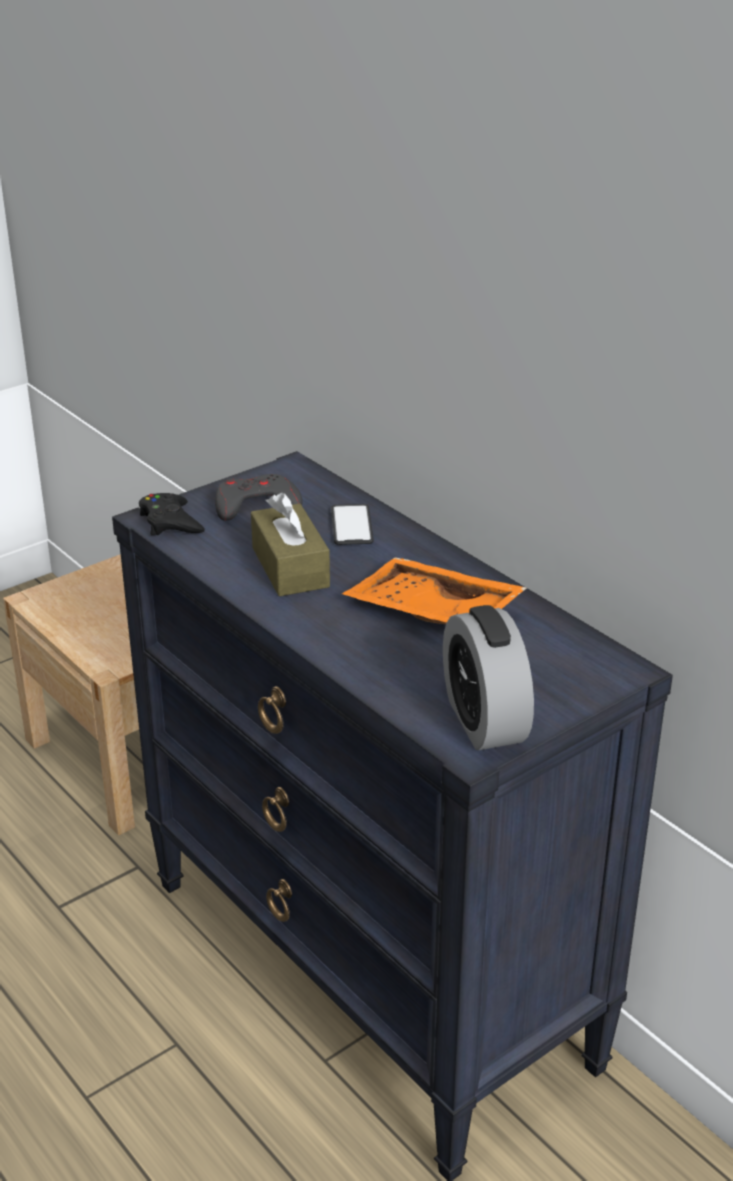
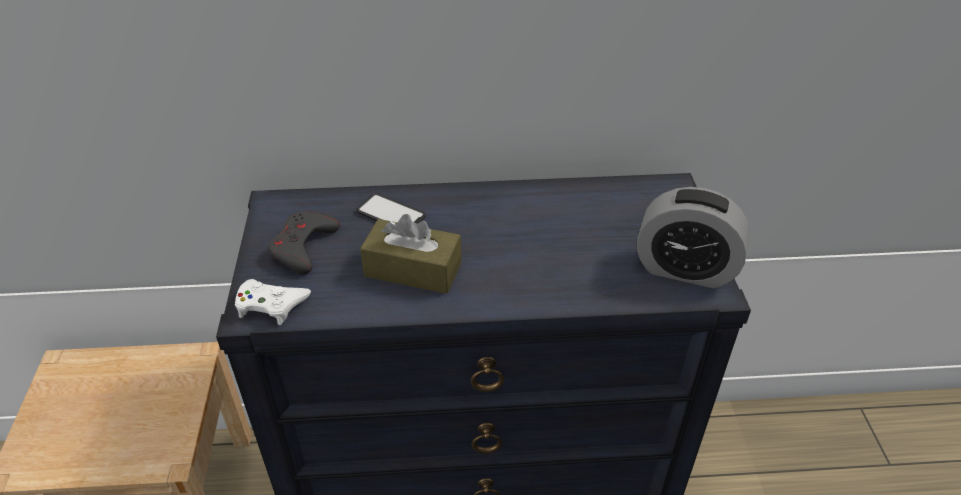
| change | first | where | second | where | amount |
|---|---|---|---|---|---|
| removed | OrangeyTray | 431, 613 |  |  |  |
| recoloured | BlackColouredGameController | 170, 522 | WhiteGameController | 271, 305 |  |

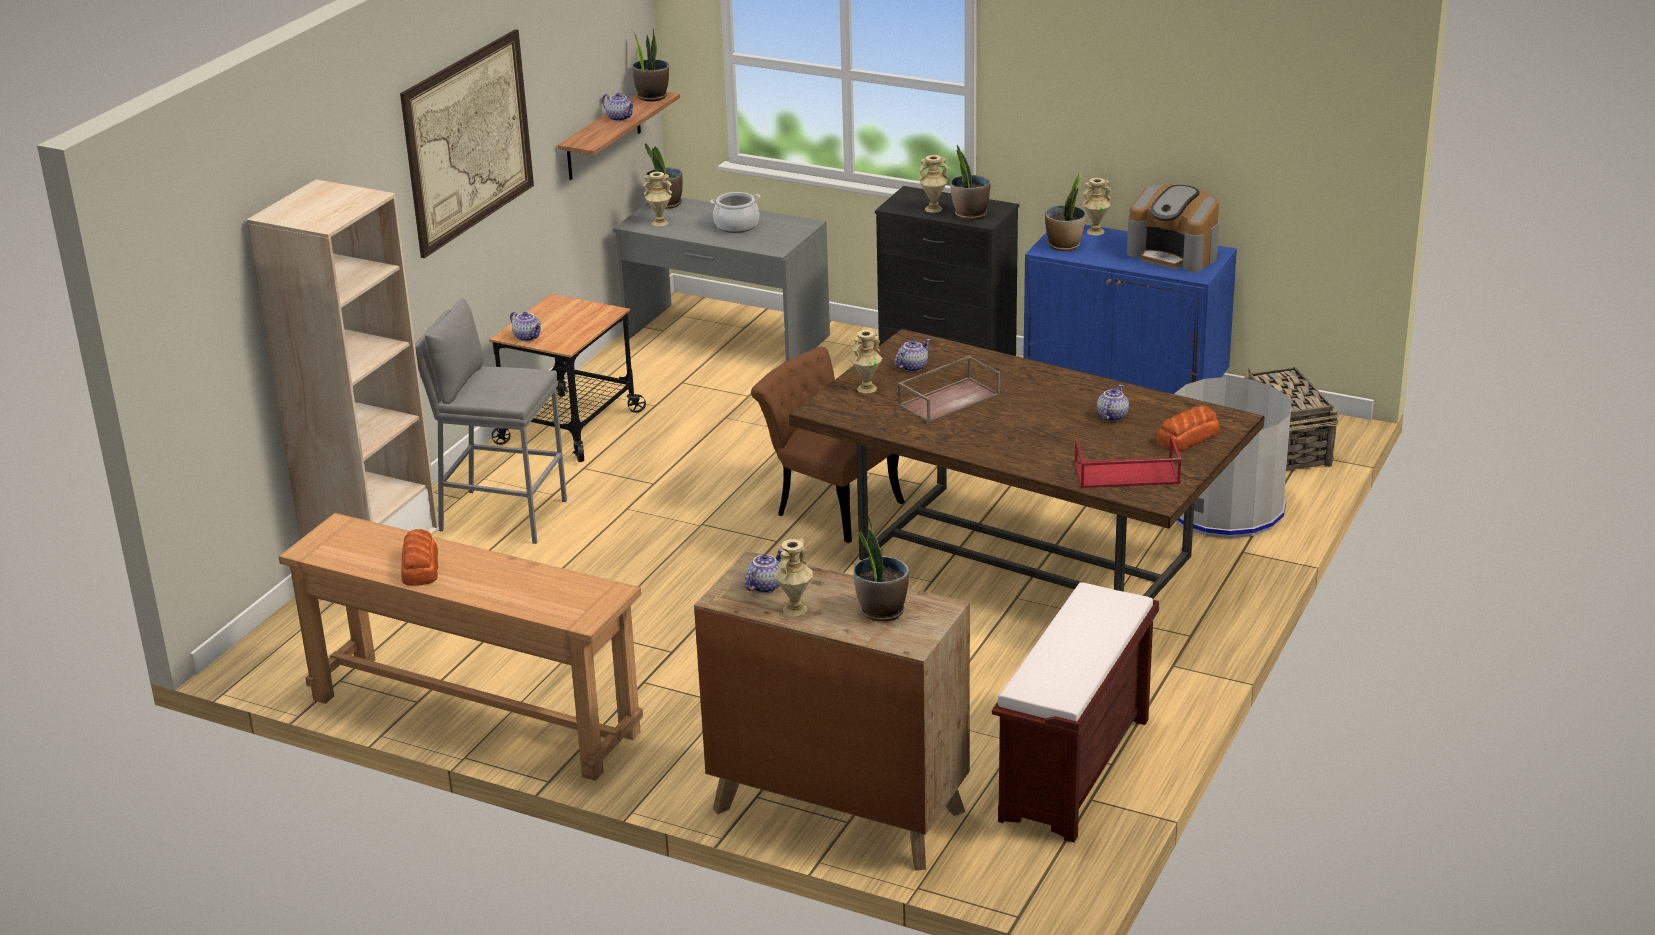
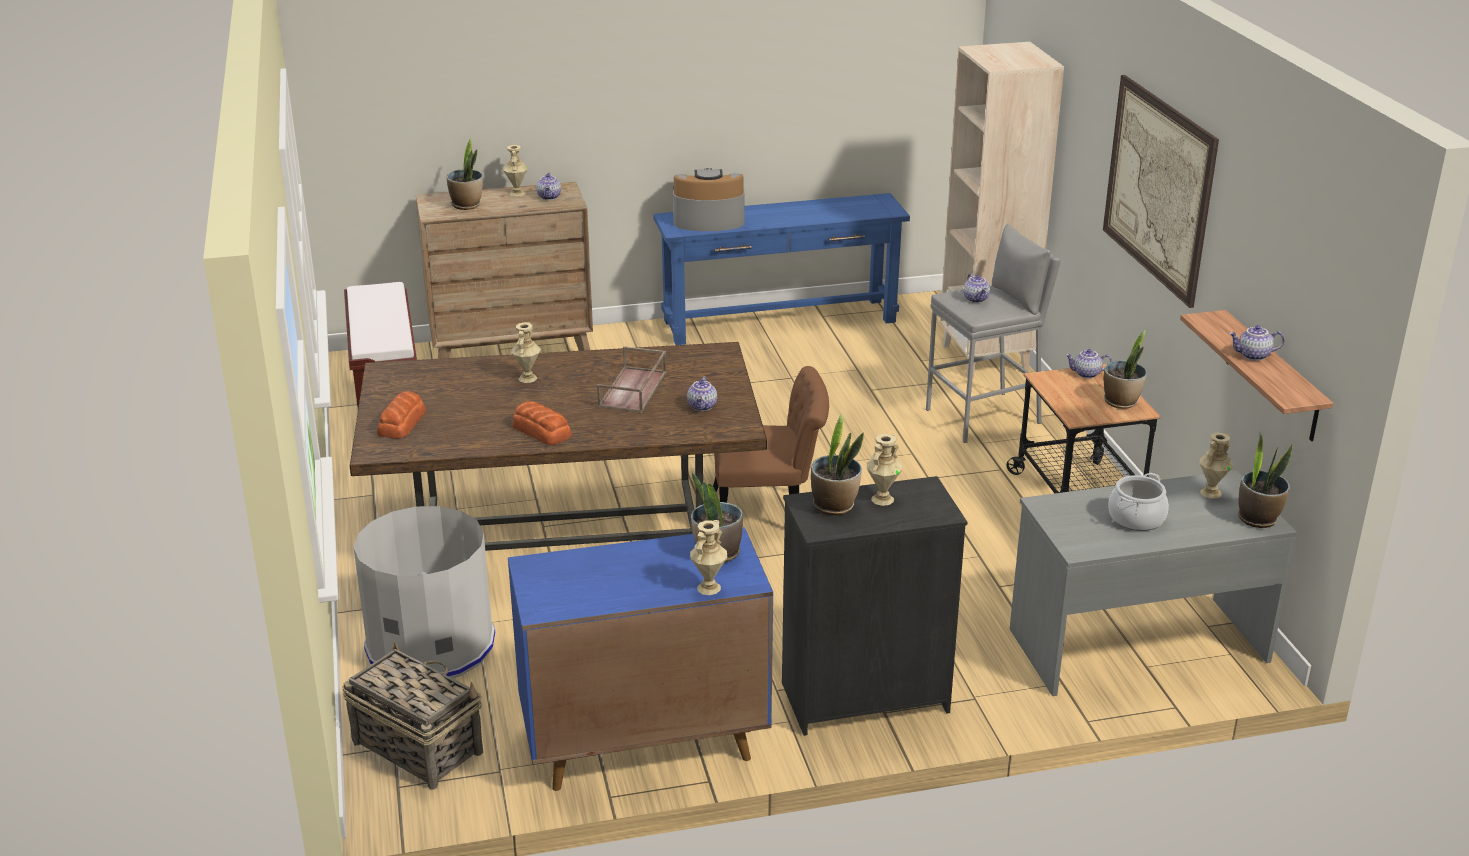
| change | first | where | second | where | amount |
|---|---|---|---|---|---|
| removed | ReddishTray | 1125, 474 |  |  |  |
| moved | Bread | 419, 567 |  | 541, 431 |  |
| moved | PottedPlant | 652, 97 |  | 1121, 402 |  |
| moved | SandColouredVase | 866, 388 |  | 528, 378 |  |
| moved | Teapot | 1111, 416 |  | 976, 299 |  |
| moved | CoffeeMaker | 1174, 254 |  | 708, 220 |  |
| recoloured | BrownishNarrowTable | 474, 715 | BlueNarrowTable | 780, 321 |  |

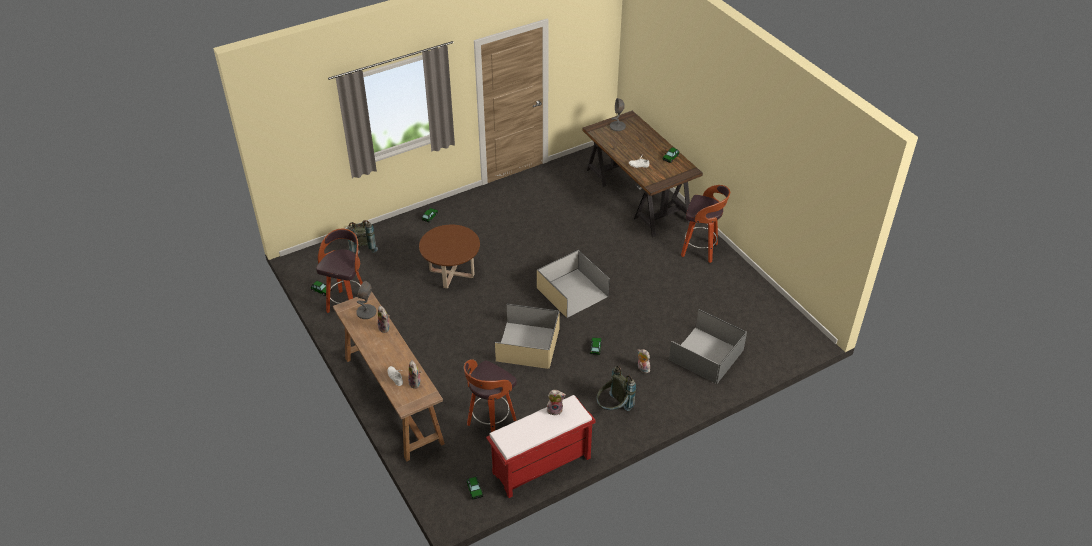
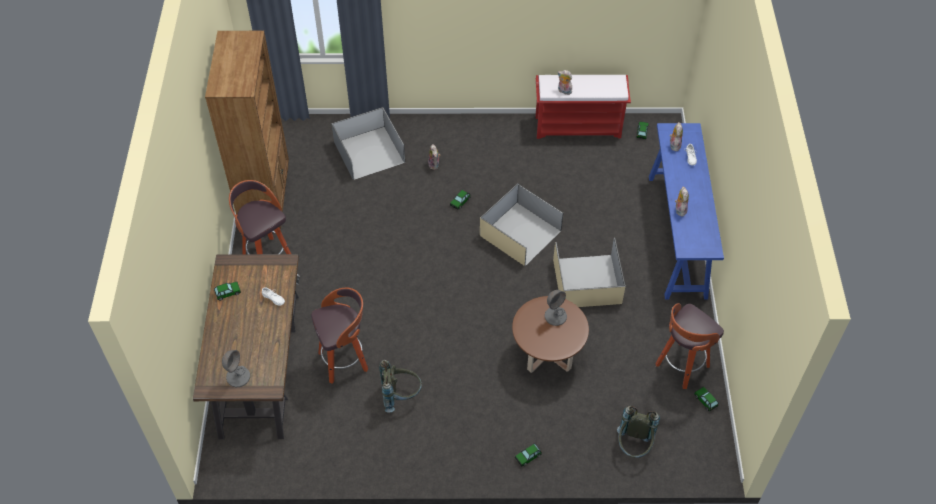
| change | first | where | second | where | amount |
|---|---|---|---|---|---|
| added |  |  | BrownishBookshelf | 266, 197 |  |
| moved | GrayLampForATable | 366, 312 |  | 555, 316 |  |
| moved | SittingStool | 490, 423 |  | 344, 361 |  |
| moved | SandColouredStorageBox | 571, 292 |  | 588, 281 |  |
| moved | GrayBackpack | 613, 408 |  | 400, 396 |  |
| recoloured | BrownishNarrowTable | 392, 399 | BlueNarrowTable | 677, 236 |  |

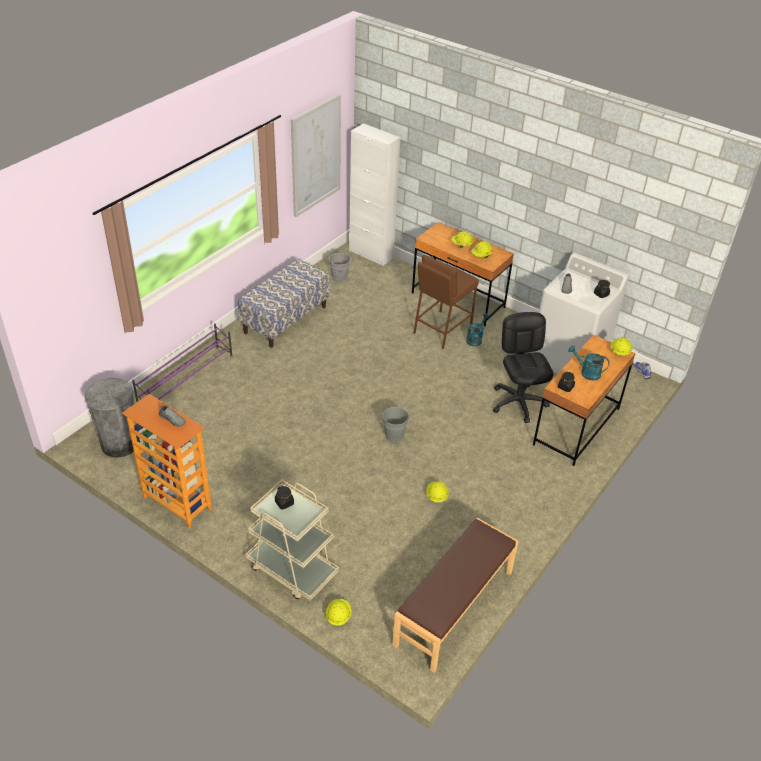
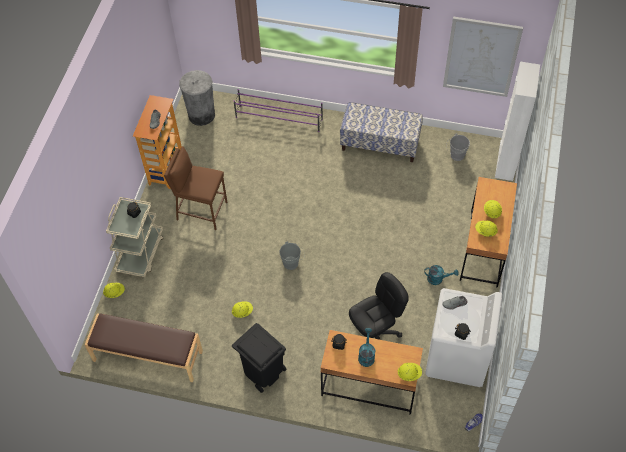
| change | first | where | second | where | amount |
|---|---|---|---|---|---|
| added |  |  | BlackColouredWasteBin | 263, 372 |  |
| moved | BrownishSittingStool | 441, 329 |  | 201, 211 |  |

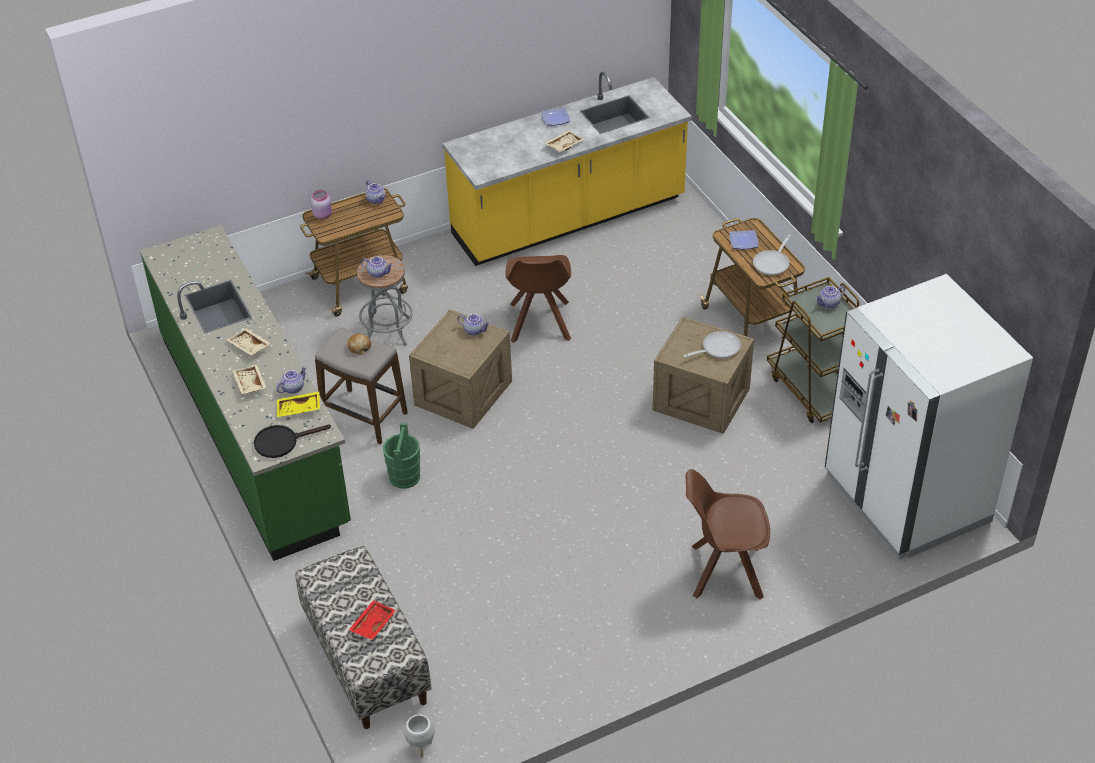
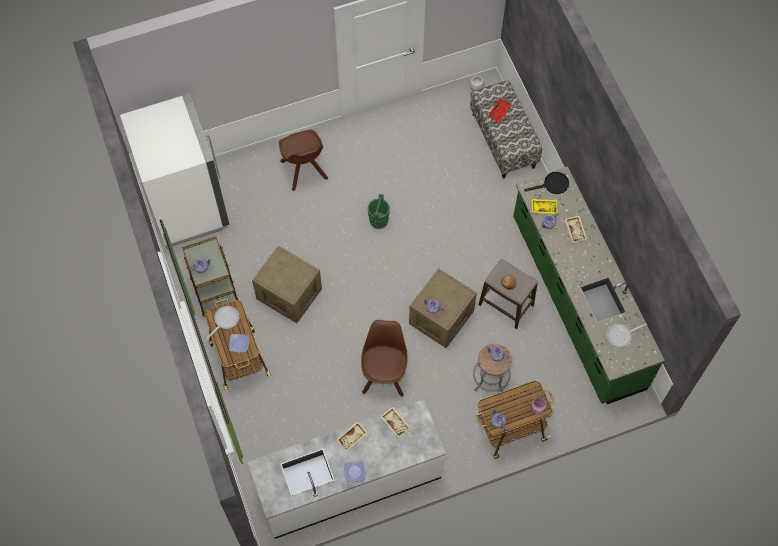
| change | first | where | second | where | amount |
|---|---|---|---|---|---|
| moved | SandColouredTray | 248, 346 |  | 396, 423 |  |
| moved | GreenishWaterBucket | 404, 477 |  | 378, 220 |  |
| moved | Pan | 717, 348 |  | 621, 335 |  |
| recoloured | YellowColouredCounter | 569, 219 | WhiteCounter | 349, 482 |  |
| turned | BrownishPlainChair | 724, 571 |  | 304, 171 | 60 degrees clockwise |

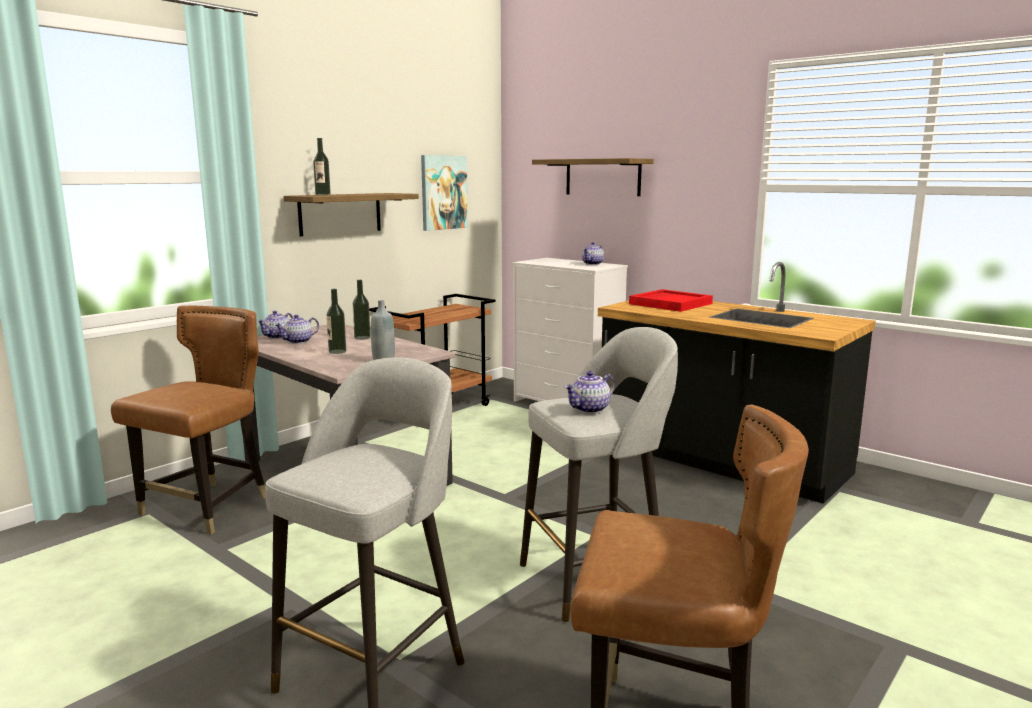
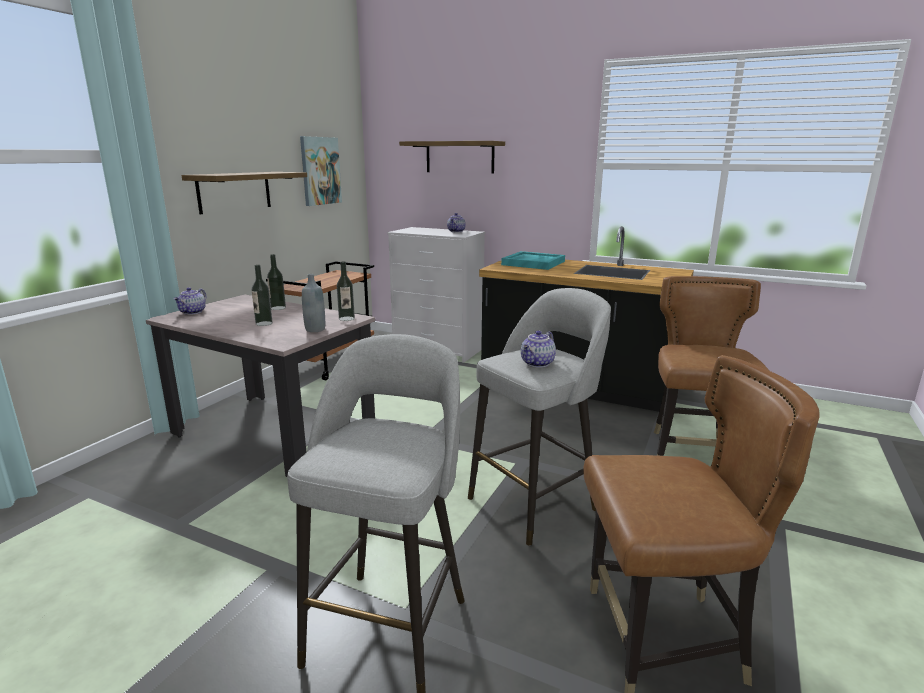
| change | first | where | second | where | amount |
|---|---|---|---|---|---|
| removed | Teapot | 298, 341 |  |  |  |
| moved | BrownishPlainChair | 207, 507 |  | 694, 453 |  |
| moved | BeverageBottle | 323, 194 |  | 346, 318 |  |
| recoloured | ReddishTray | 670, 303 | TurquoiseTray | 533, 263 |  |

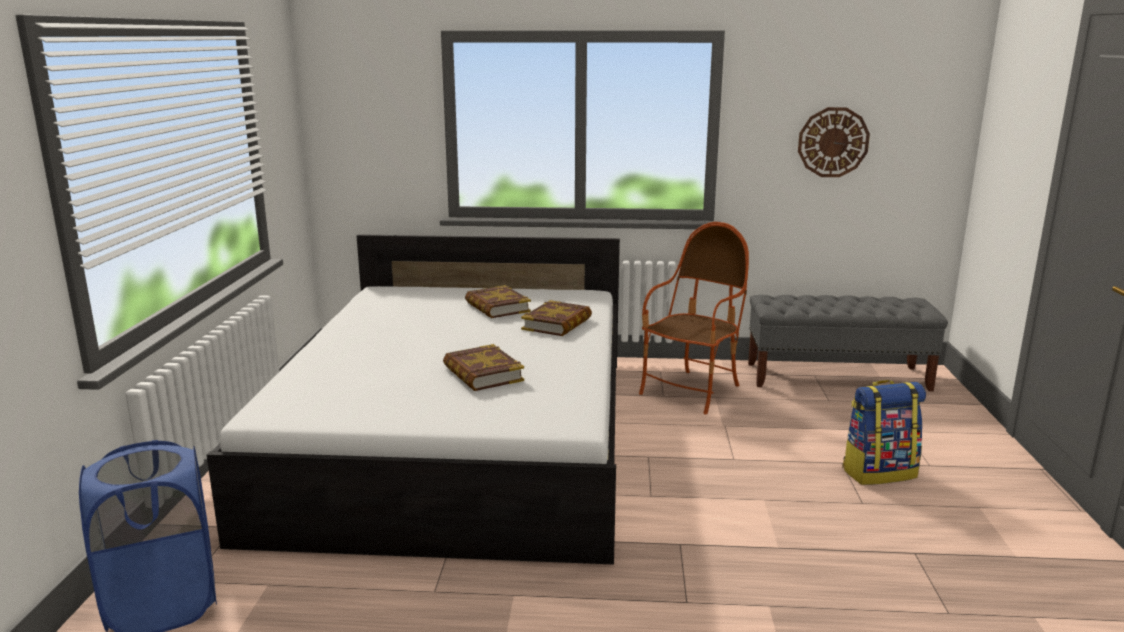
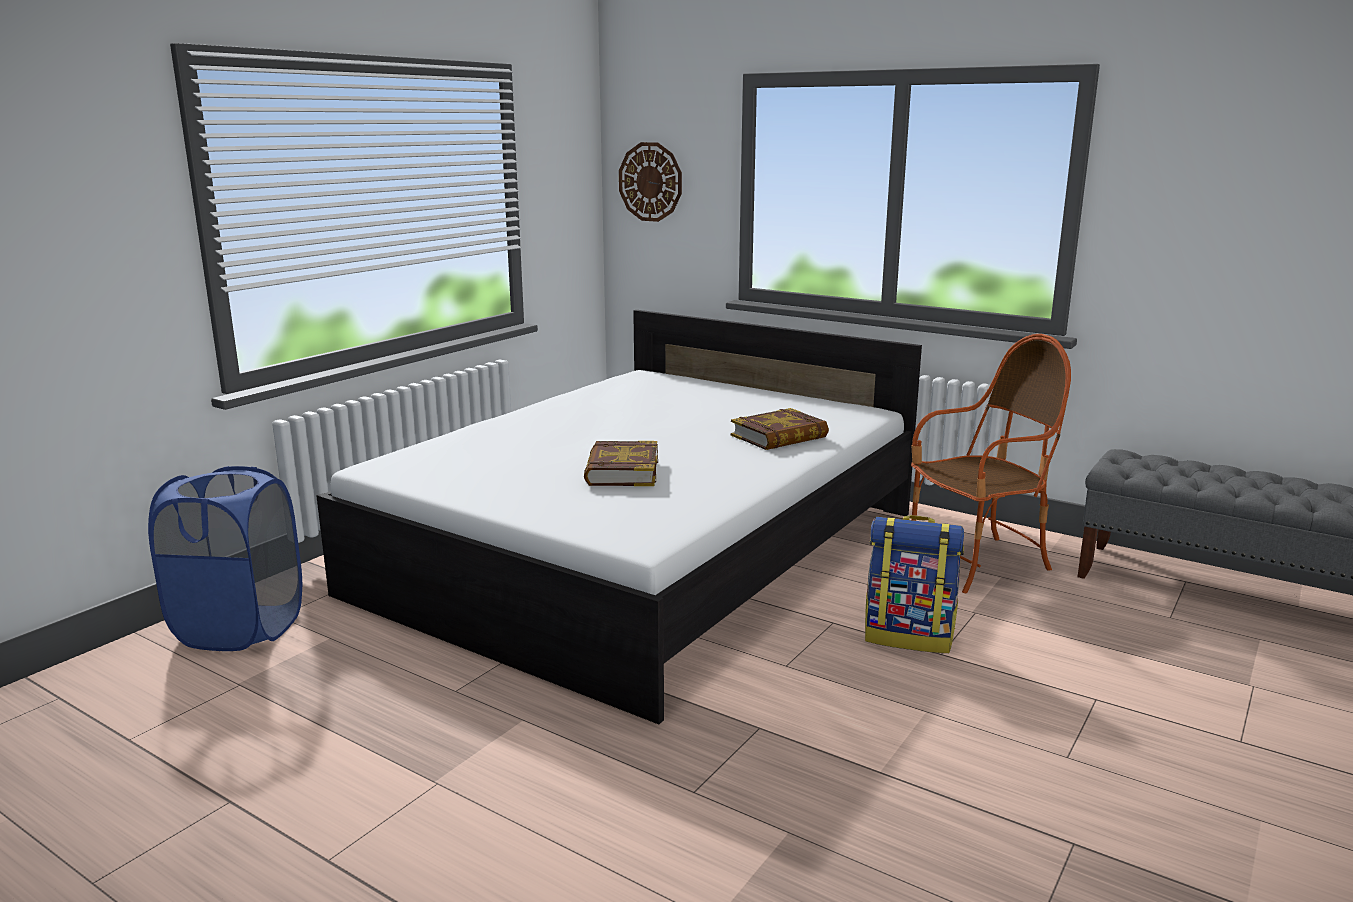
| change | first | where | second | where | amount |
|---|---|---|---|---|---|
| removed | BoundBook | 497, 307 |  |  |  |
| moved | HangingClock | 833, 142 |  | 650, 182 |  |
| moved | Backpack | 878, 472 |  | 909, 636 |  |

